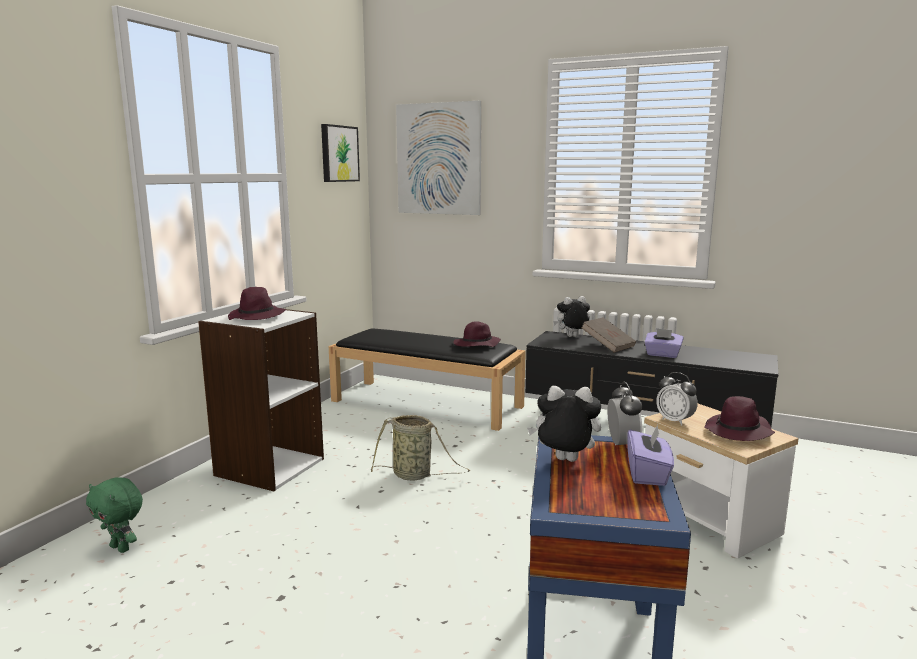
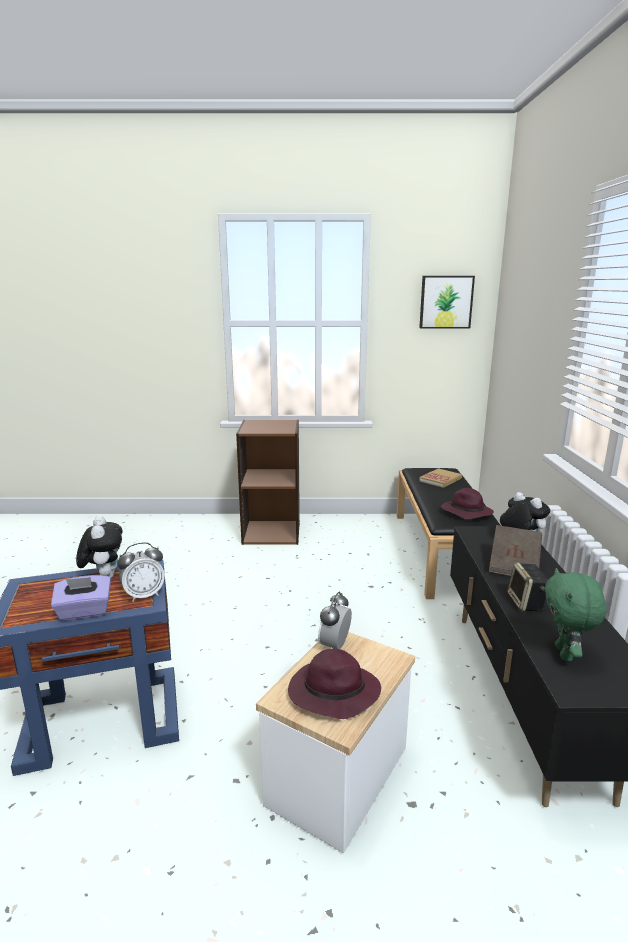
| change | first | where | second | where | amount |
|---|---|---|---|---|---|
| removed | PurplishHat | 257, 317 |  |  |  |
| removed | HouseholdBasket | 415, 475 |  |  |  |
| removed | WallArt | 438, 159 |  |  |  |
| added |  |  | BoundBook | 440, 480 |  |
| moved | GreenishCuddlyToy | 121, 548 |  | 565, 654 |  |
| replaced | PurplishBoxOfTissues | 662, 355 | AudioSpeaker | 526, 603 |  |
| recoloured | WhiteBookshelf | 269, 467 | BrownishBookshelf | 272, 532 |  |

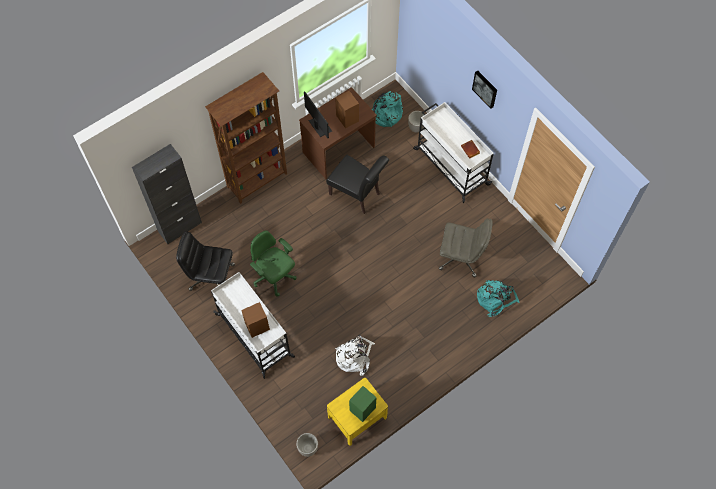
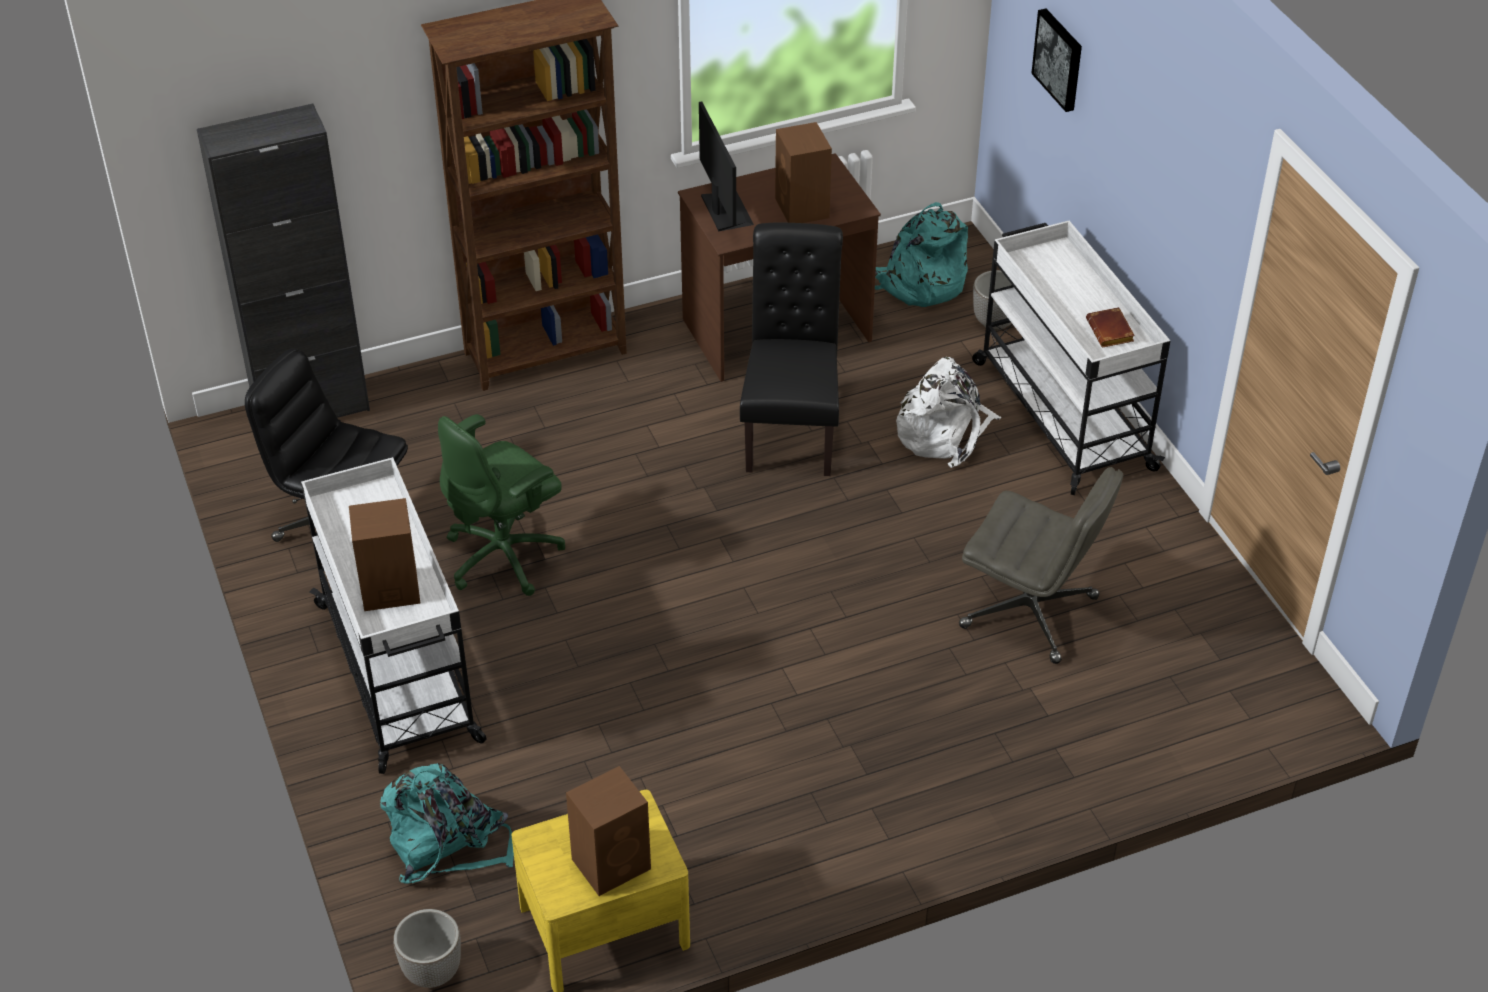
| change | first | where | second | where | amount |
|---|---|---|---|---|---|
| moved | WhiteBackpack | 354, 356 |  | 944, 433 |  |
| moved | WallArt | 485, 88 |  | 1060, 59 |  |
| moved | TurquoiseBackpack | 495, 299 |  | 447, 843 |  |
| recoloured | GreenishAudioSpeaker | 363, 408 | BrownishAudioSpeaker | 613, 863 |  |
| turned | GreenishOfficeChair | 274, 277 |  | 505, 556 | 105 degrees counterclockwise |
| turned | BlackColouredPlainChair | 357, 195 |  | 791, 429 | 135 degrees counterclockwise |

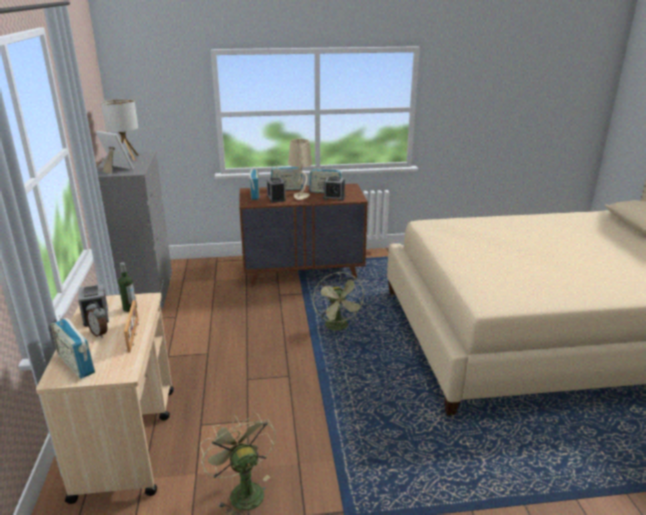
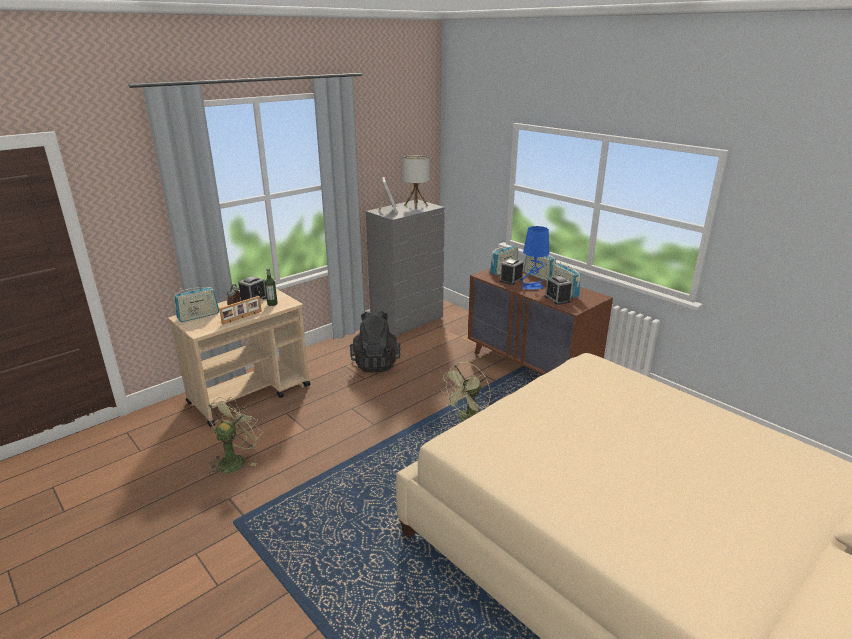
| change | first | where | second | where | amount |
|---|---|---|---|---|---|
| added |  |  | BlackColouredBackpack | 376, 363 |  |
| recoloured | SandColouredLampForATable | 301, 197 | BlueLampForATable | 532, 287 |  |
| turned | RadioSet | 76, 364 |  | 198, 316 | 135 degrees counterclockwise |

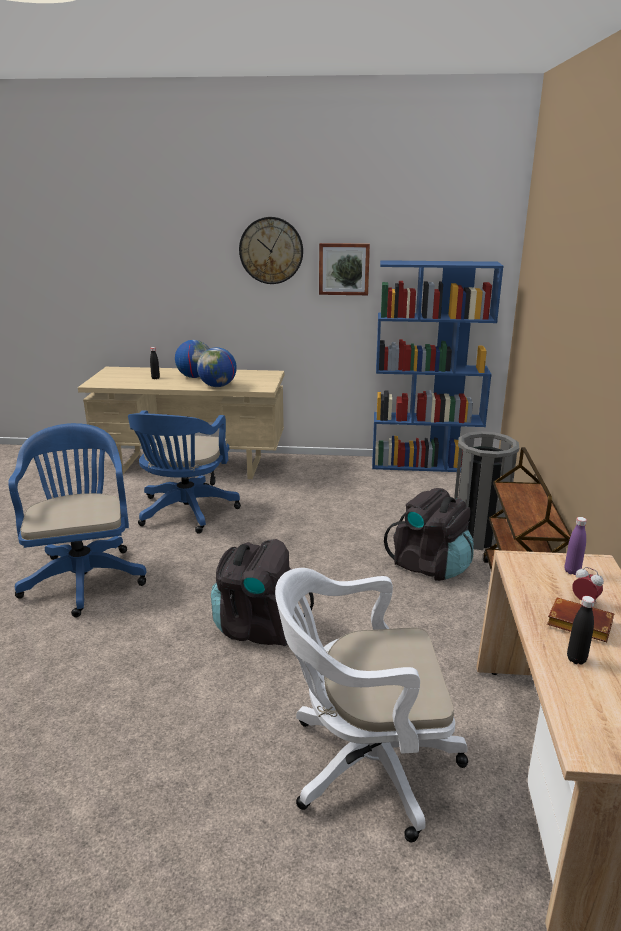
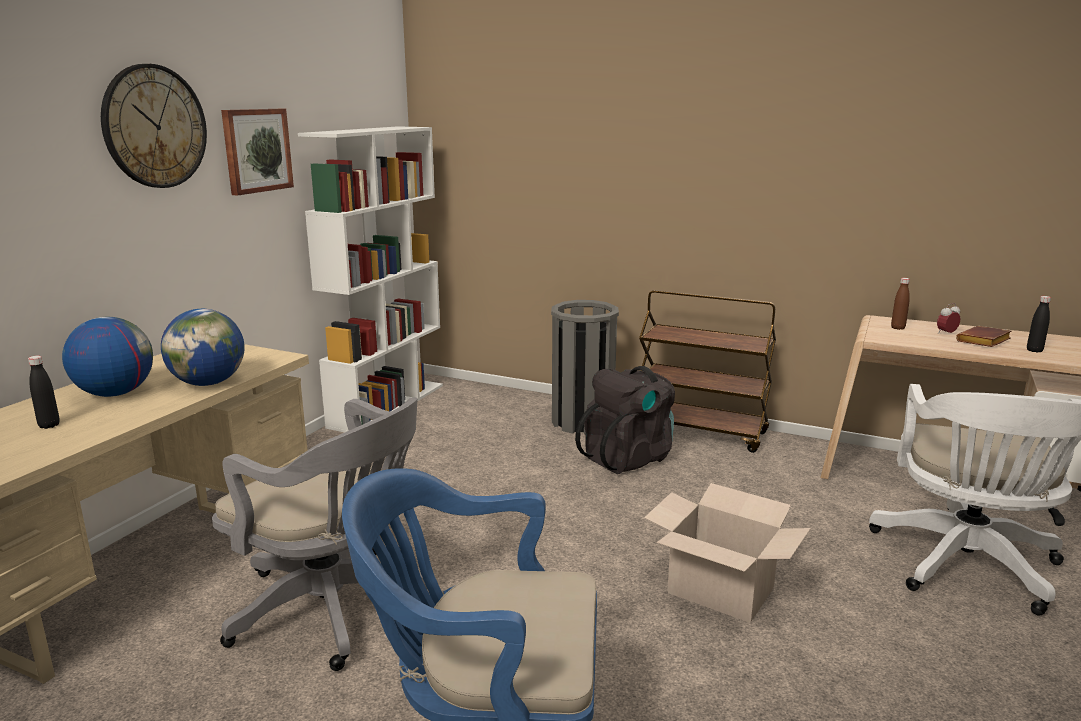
| change | first | where | second | where | amount |
|---|---|---|---|---|---|
| replaced | BlackColouredBackpack | 258, 628 | PackingBox | 721, 590 |  |
| recoloured | BlueOfficeChair | 185, 513 | GrayOfficeChair | 335, 610 |  |
| recoloured | BlueBookshelf | 425, 464 | WhiteBookshelf | 387, 405 |  |
| recoloured | PurplishBeverageBottle | 572, 571 | BrownishBeverageBottle | 897, 328 |  |

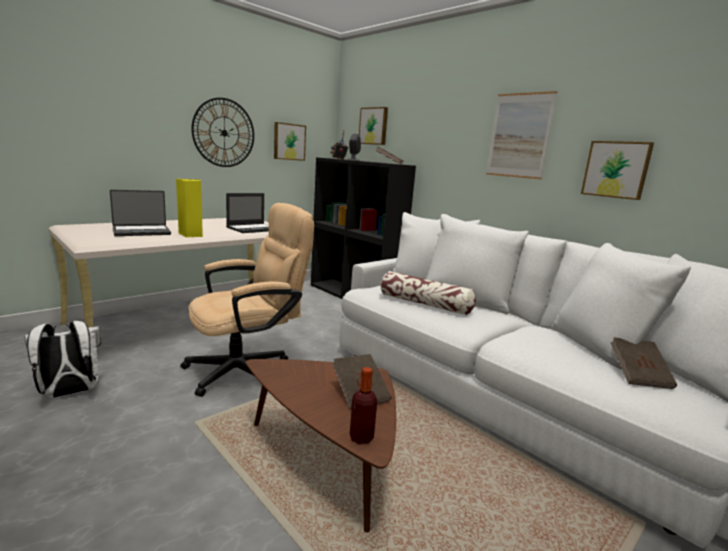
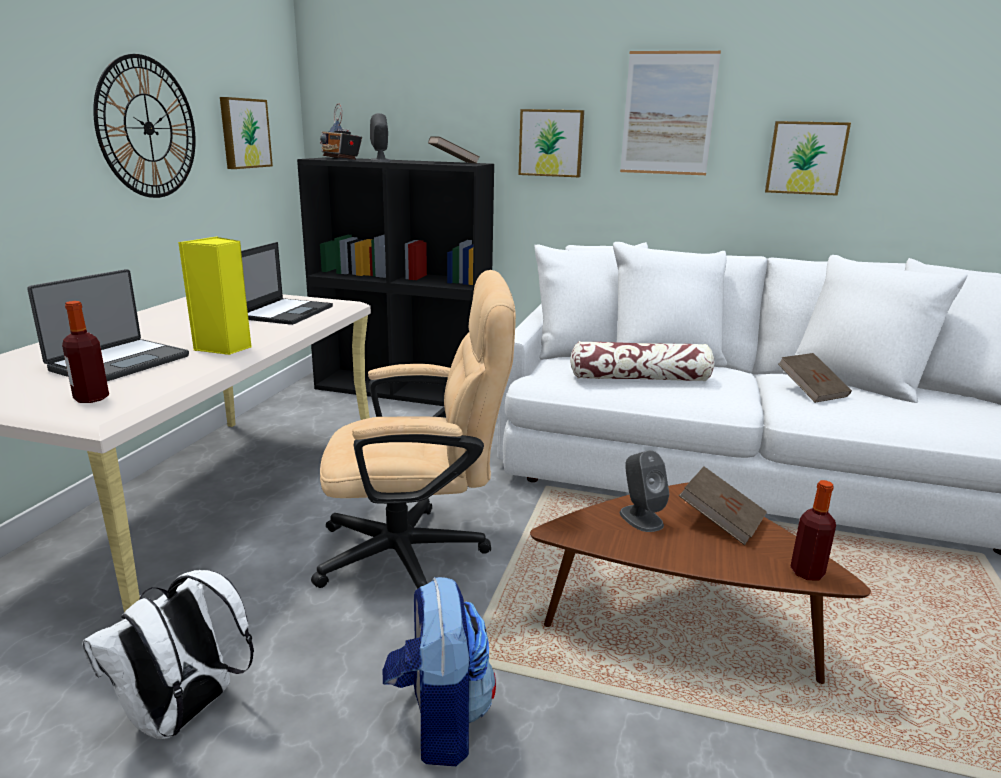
| change | first | where | second | where | amount |
|---|---|---|---|---|---|
| added |  |  | BeverageBottle | 91, 398 |  |
| added |  |  | Backpack | 439, 721 |  |
| added |  |  | GrayAudioSpeaker | 640, 518 |  |
| moved | WallArt | 374, 126 |  | 551, 143 |  |
| moved | BrownishBoundBook | 638, 375 |  | 811, 391 |  |
| turned | SandColouredOfficeChair | 248, 369 |  | 418, 553 | 60 degrees clockwise |

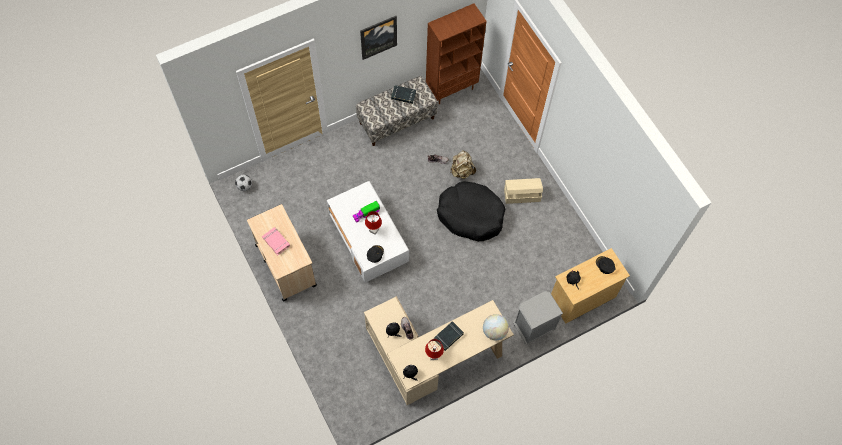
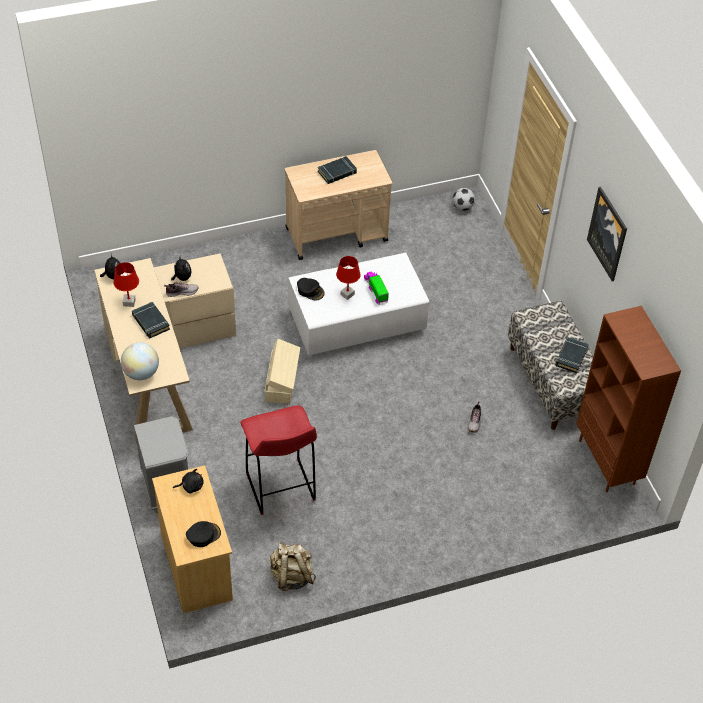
| change | first | where | second | where | amount |
|---|---|---|---|---|---|
| removed | BlackColouredDogCushion | 470, 215 |  |  |  |
| added |  |  | ReddishSittingStool | 281, 489 |  |
| moved | SandColouredBackpack | 462, 171 |  | 291, 576 |  |
| moved | SandColouredStorageBox | 521, 195 |  | 282, 381 |  |
| recoloured | PinkColouredBoundBook | 276, 242 | BlackColouredBoundBook | 337, 172 |  |

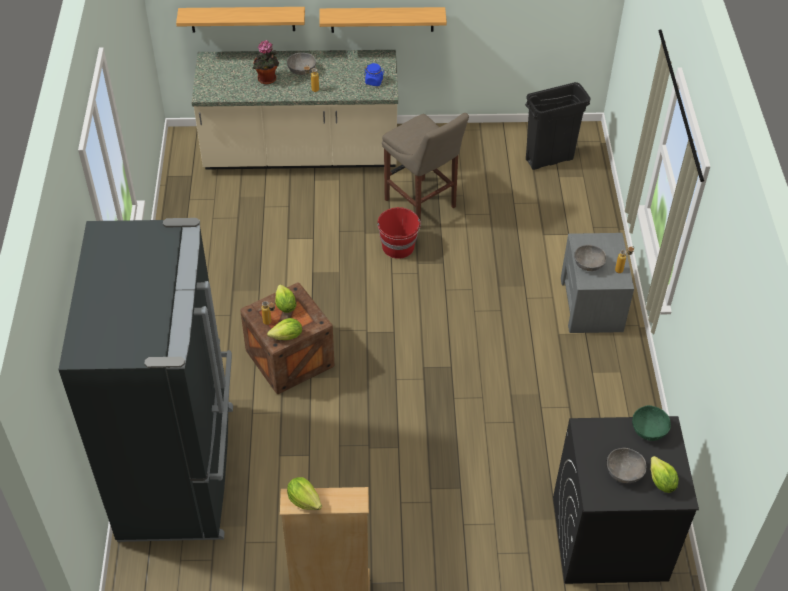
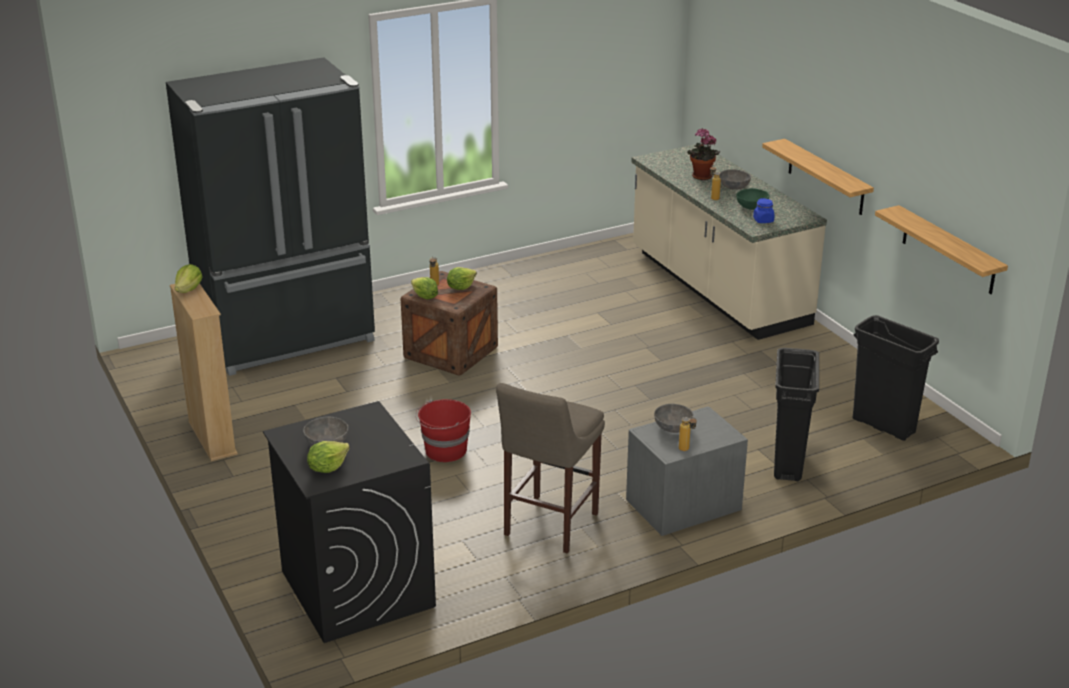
| change | first | where | second | where | amount |
|---|---|---|---|---|---|
| added |  |  | BlackColouredWasteBin | 788, 463 |  |
| moved | BracketShelf | 242, 19 |  | 948, 250 |  |
| moved | ReddishWaterBucket | 398, 247 |  | 445, 451 |  |
| moved | SandColouredSittingStool | 422, 205 |  | 548, 526 |  |
| moved | GreenishBowl | 649, 430 |  | 752, 207 |  |

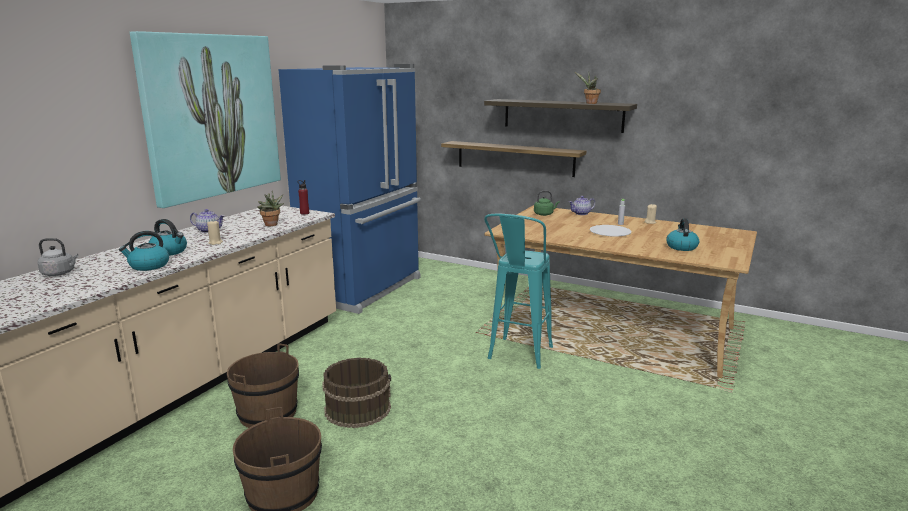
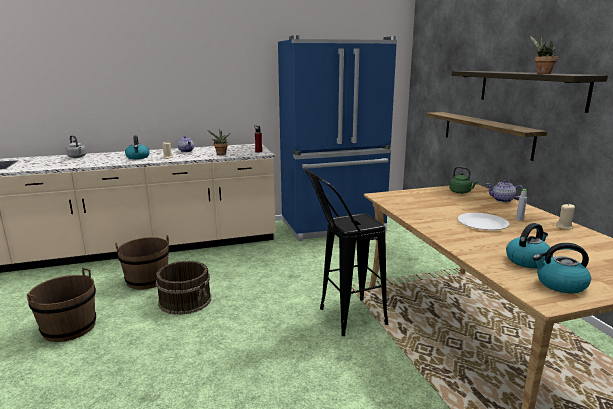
| change | first | where | second | where | amount |
|---|---|---|---|---|---|
| removed | WallArt | 211, 116 |  |  |  |
| moved | TeaKettle | 148, 266 |  | 560, 284 |  |
| recoloured | TurquoiseSittingStool | 517, 358 | BlackColouredSittingStool | 343, 319 |  |

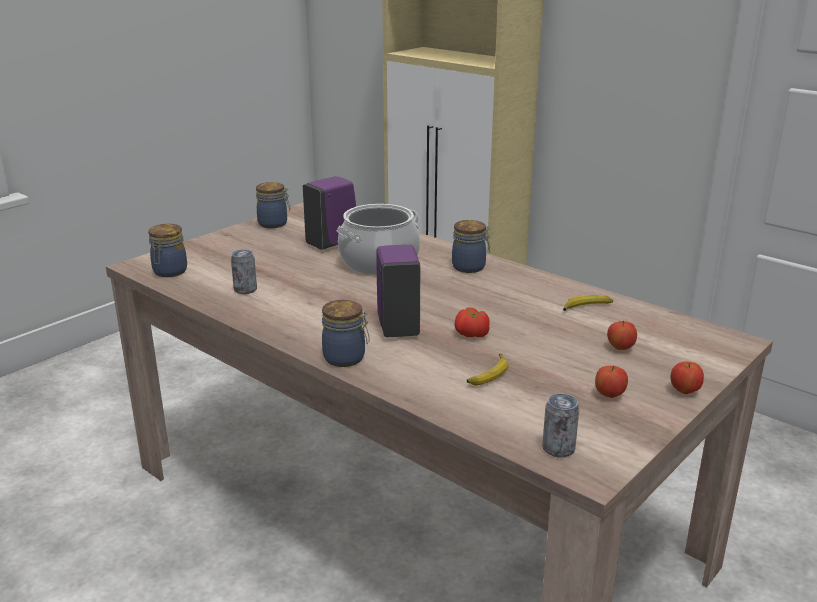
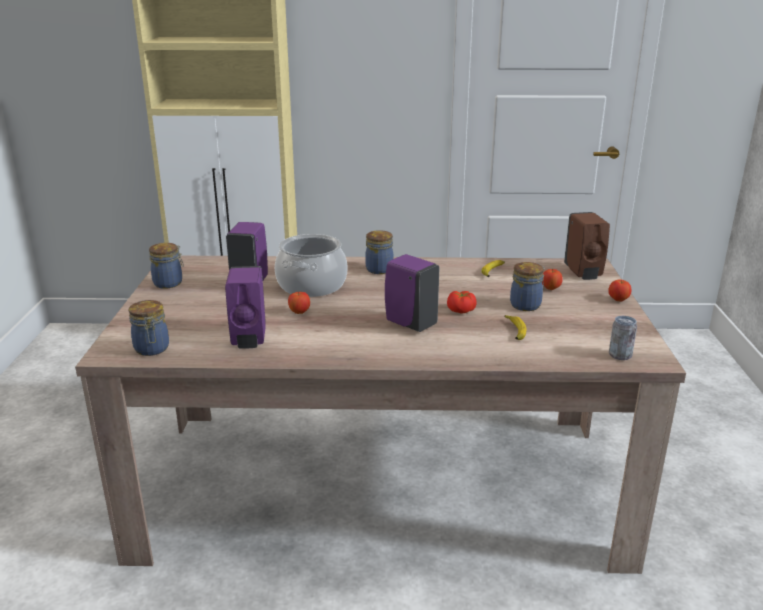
| change | first | where | second | where | amount |
|---|---|---|---|---|---|
| added |  |  | BrownishLiquidSoapBottle | 583, 273 |  |
| moved | PreserveJar | 346, 358 |  | 526, 305 |  |
| moved | AppleFruit | 609, 395 |  | 299, 312 |  |
| replaced | Can | 245, 290 | PurplishLiquidSoapBottle | 249, 339 |  |

